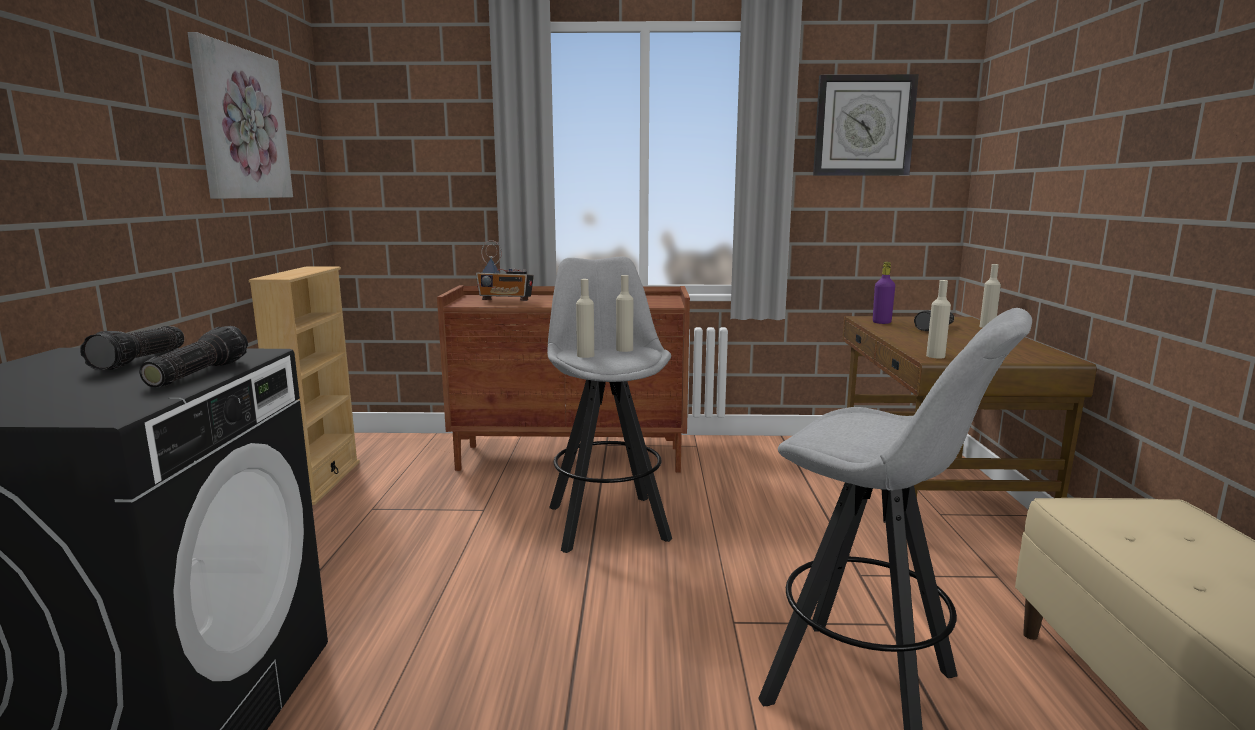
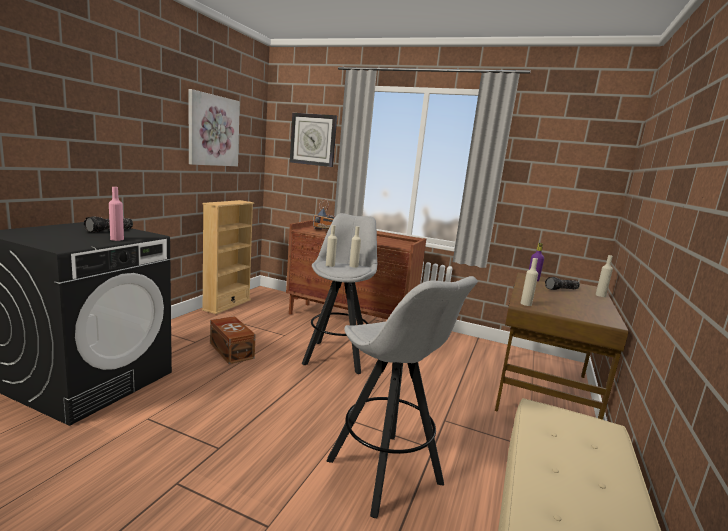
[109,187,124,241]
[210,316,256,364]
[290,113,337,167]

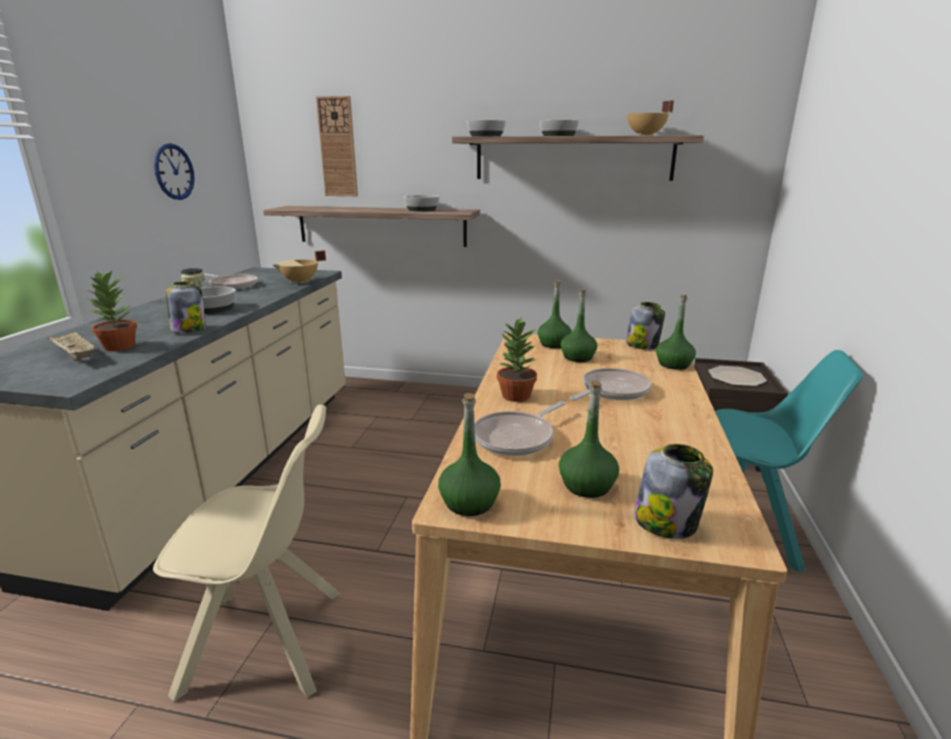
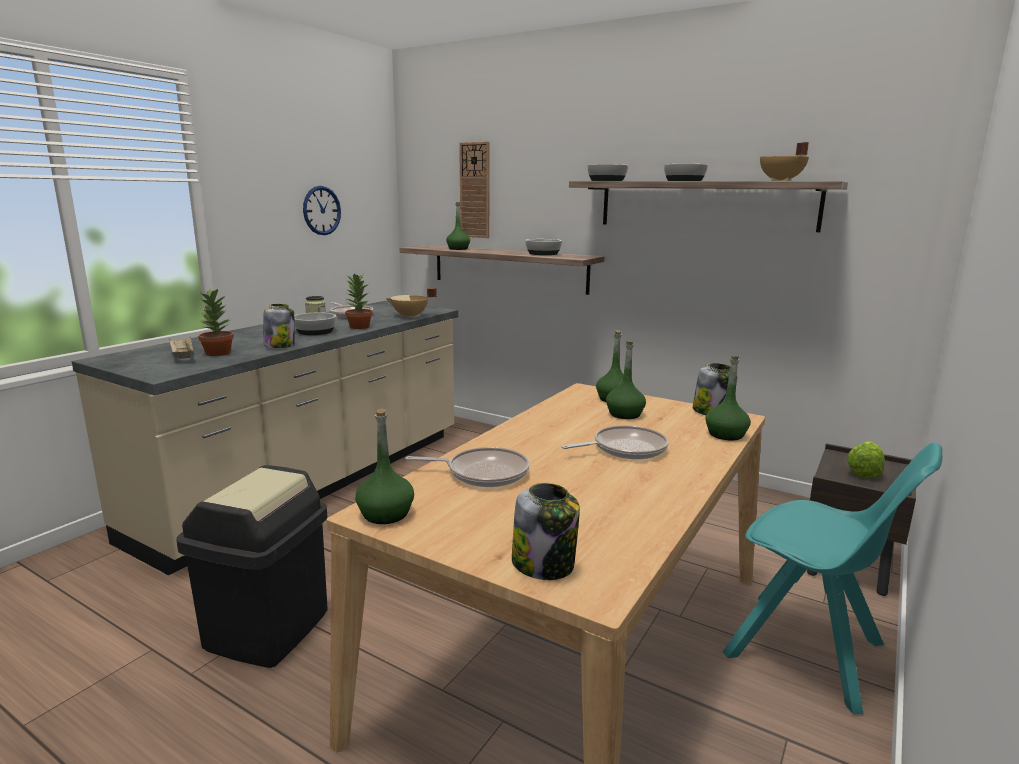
[176,465,328,668]
[344,273,373,329]
[406,447,529,487]
[446,202,470,250]
[847,442,885,478]

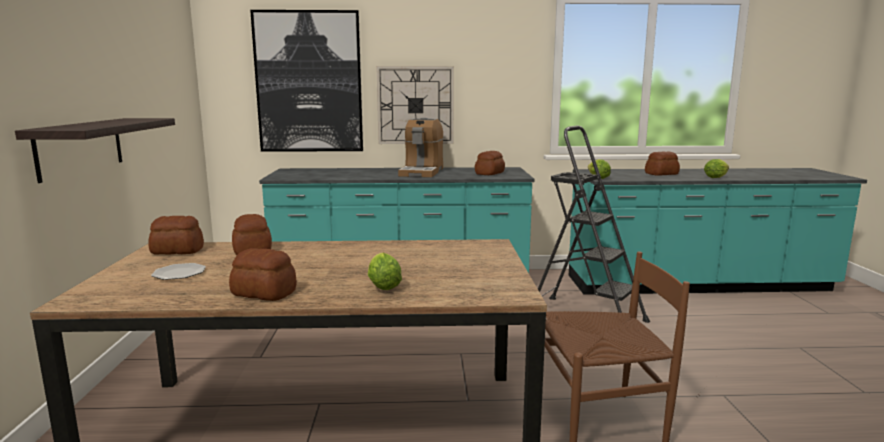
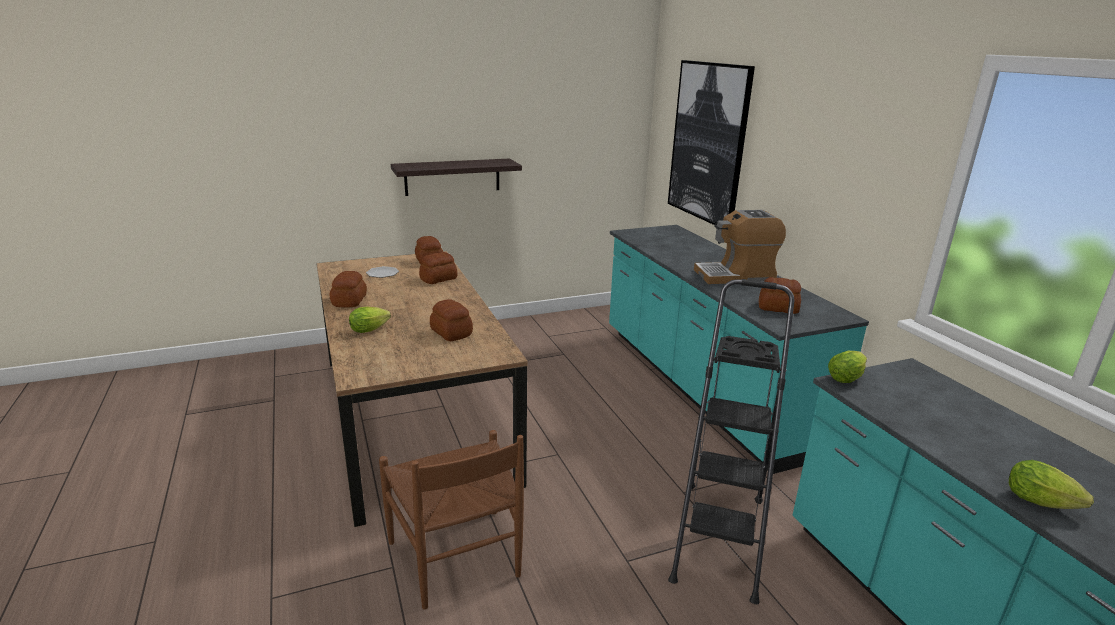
[430,299,473,341]
[376,66,454,144] (first image)

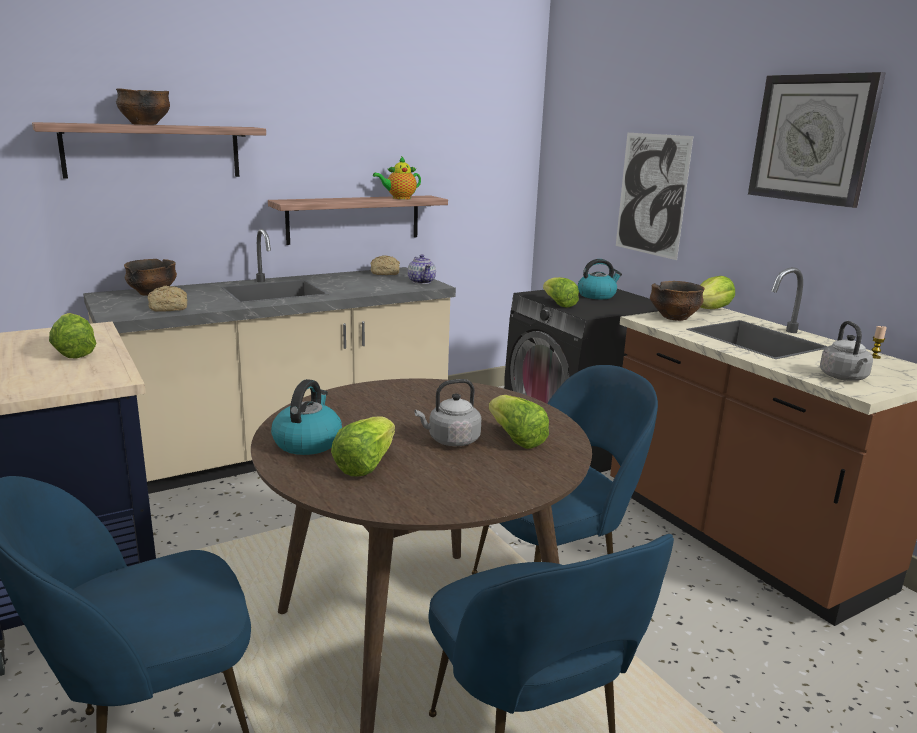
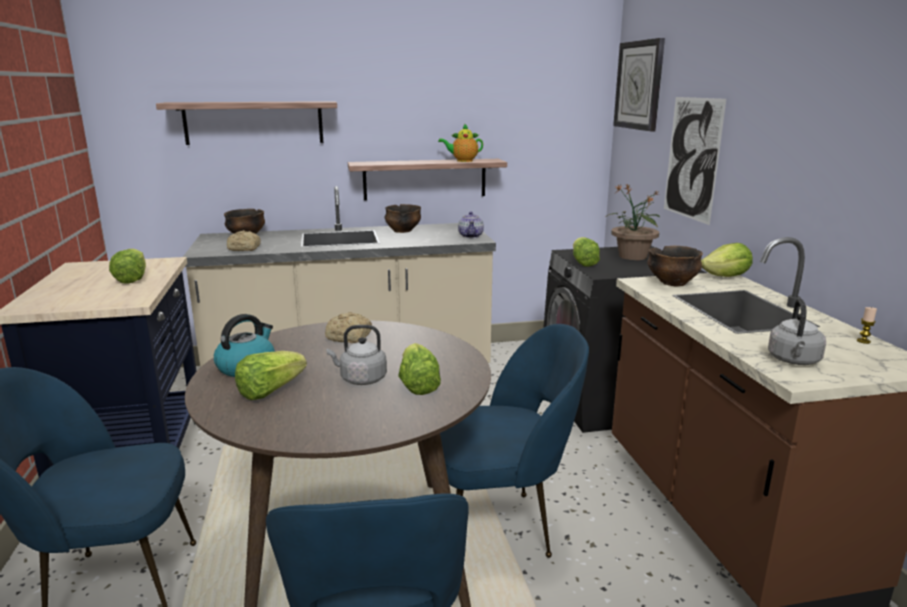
[325,312,372,343]
[384,204,421,233]
[605,183,660,260]
[613,38,665,131]

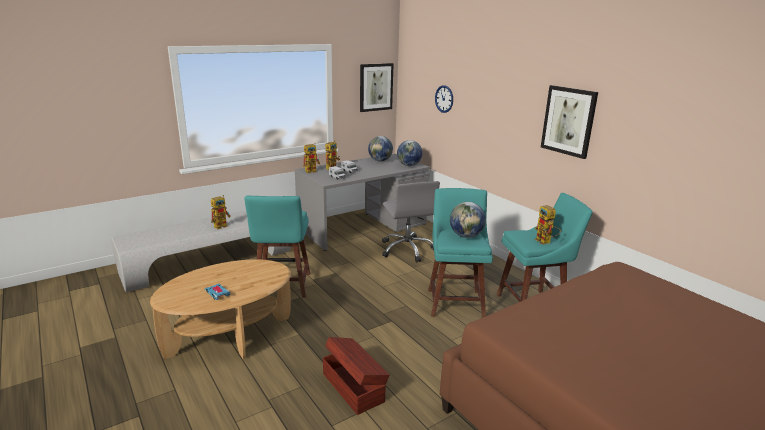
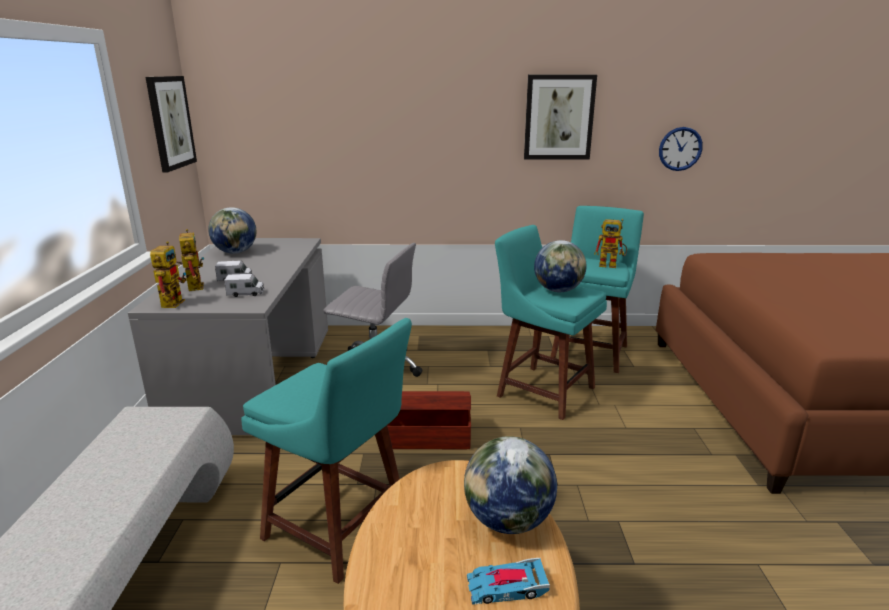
[387,391,471,449]
[464,436,557,534]
[659,127,703,171]
[211,195,231,229] (first image)

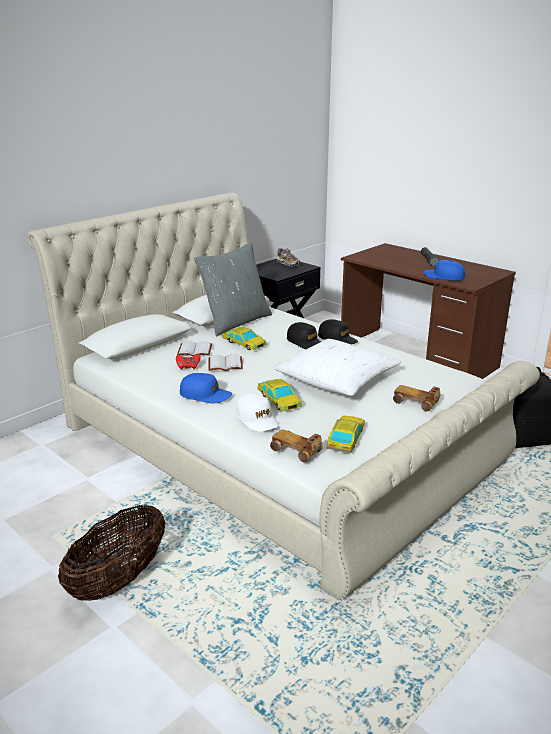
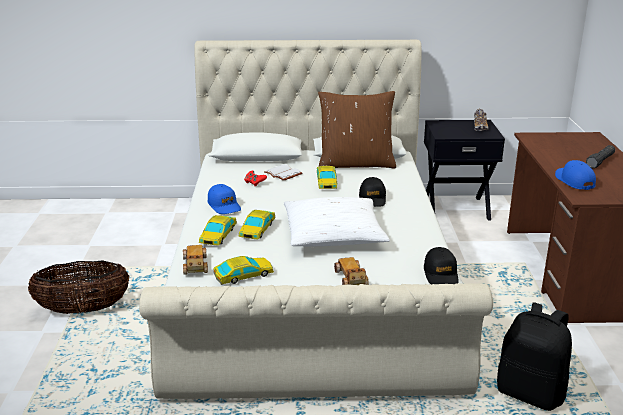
[199,215,237,246]
[318,91,396,169]
[424,247,459,285]
[208,354,243,371] (first image)

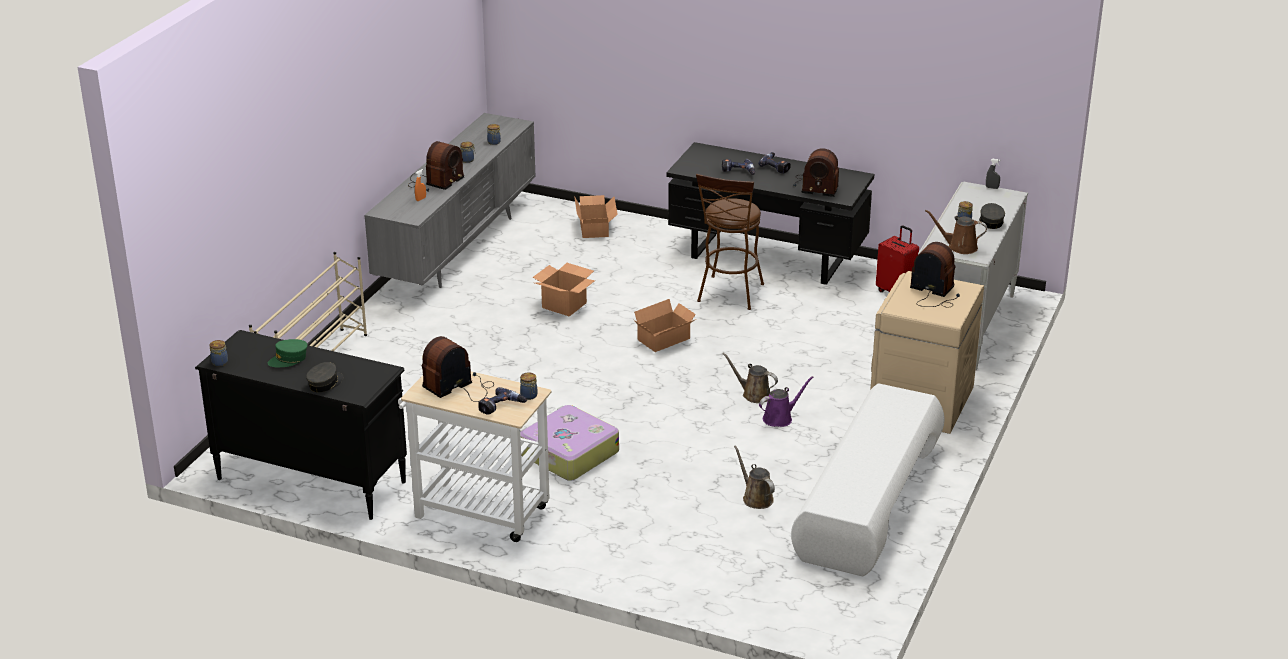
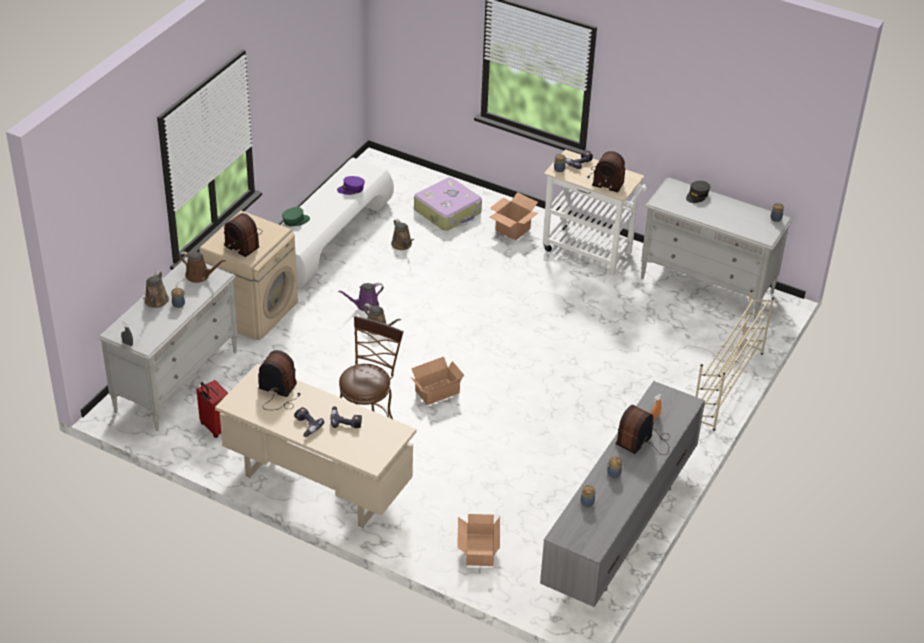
[143,271,169,308]
[215,364,416,527]
[282,207,310,226]
[337,176,365,195]
[414,177,482,231]
[490,192,538,240]
[587,151,625,192]
[641,177,793,320]

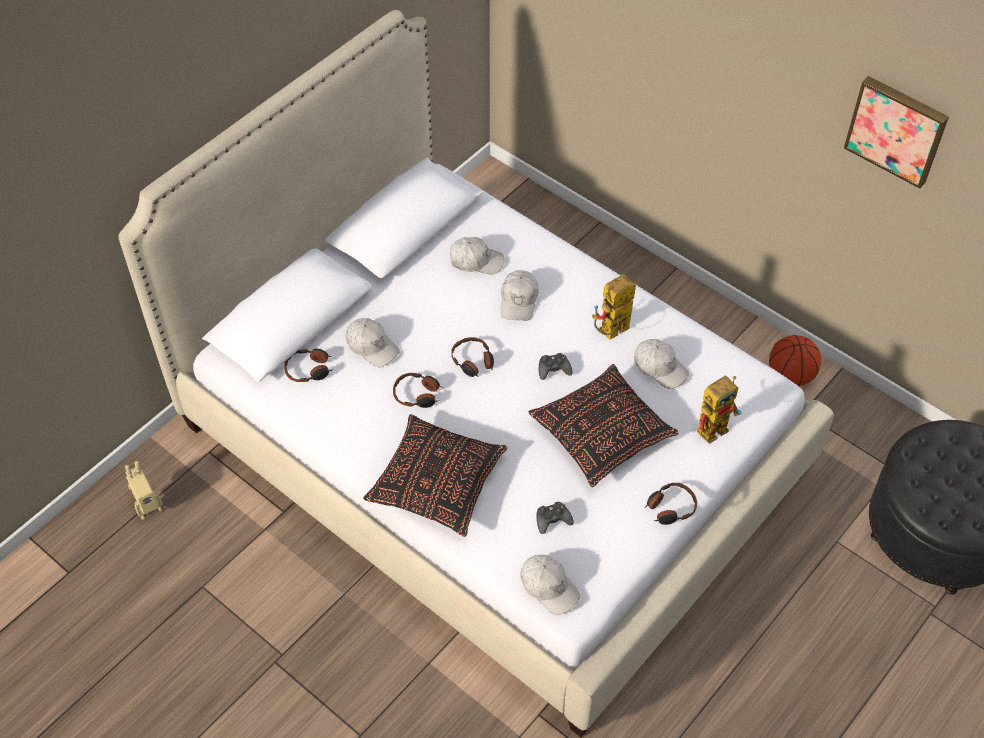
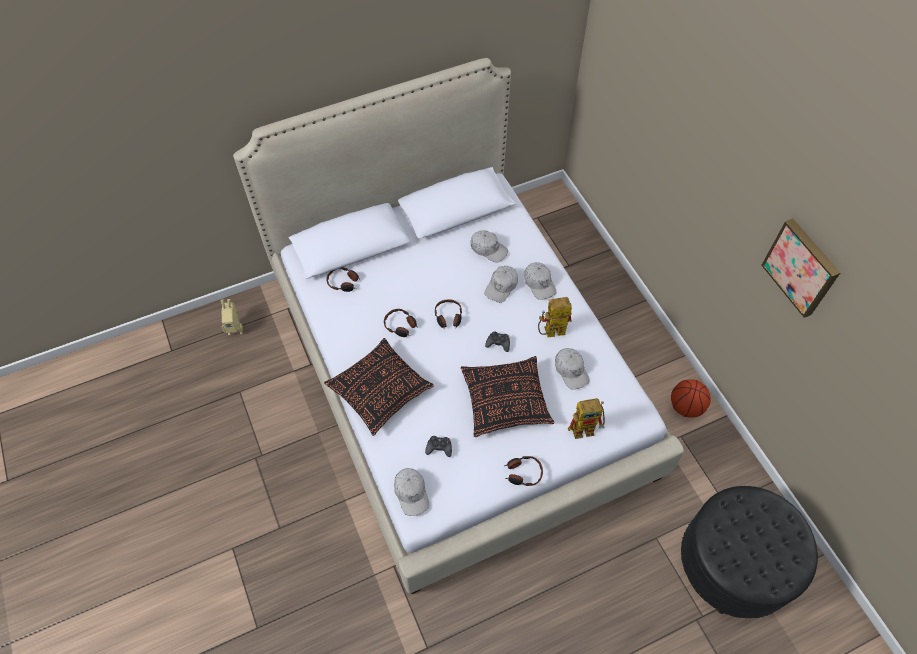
[524,262,557,300]

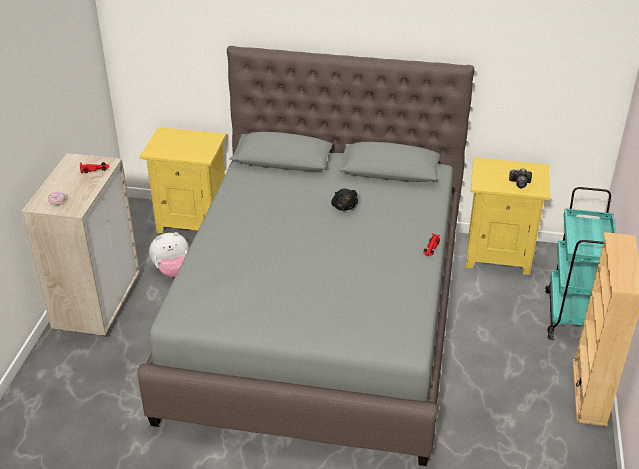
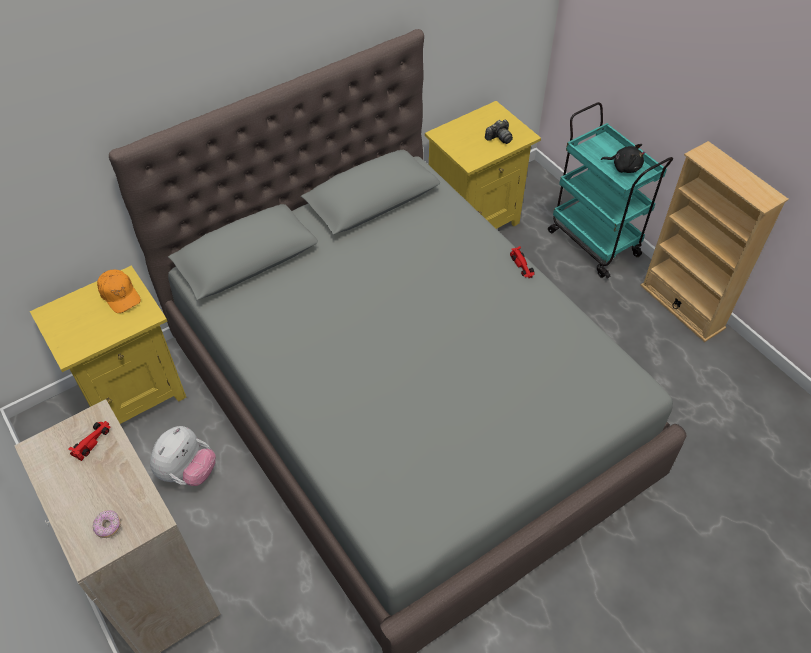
[97,270,141,313]
[601,144,645,173]

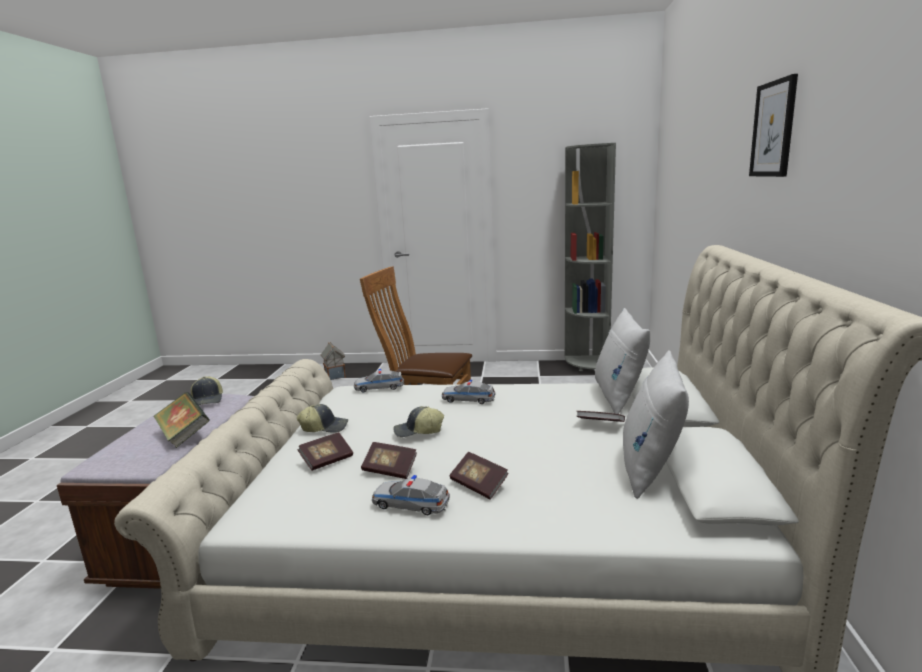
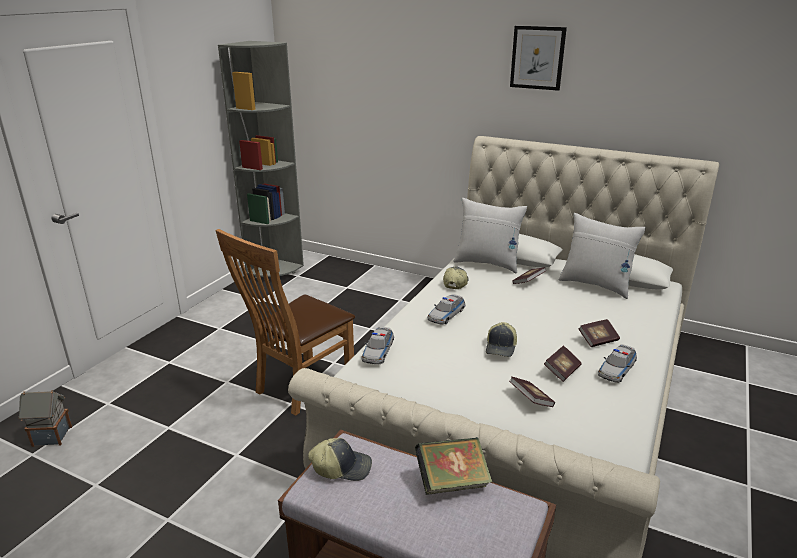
[443,267,469,289]

